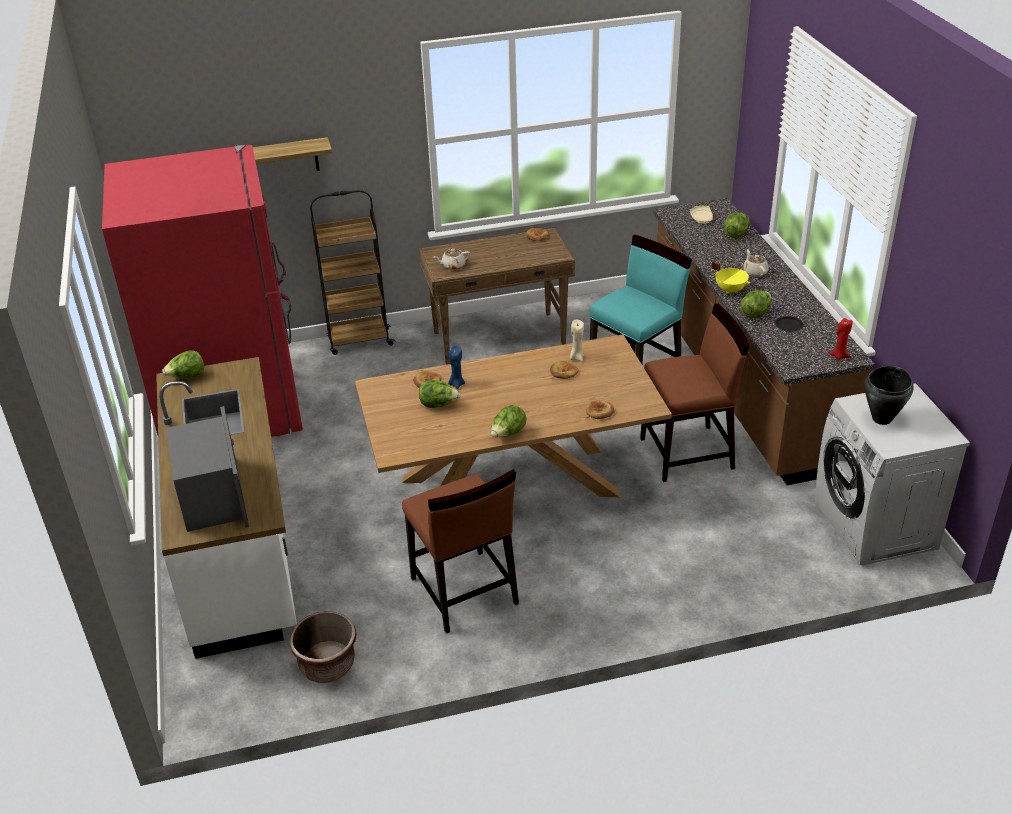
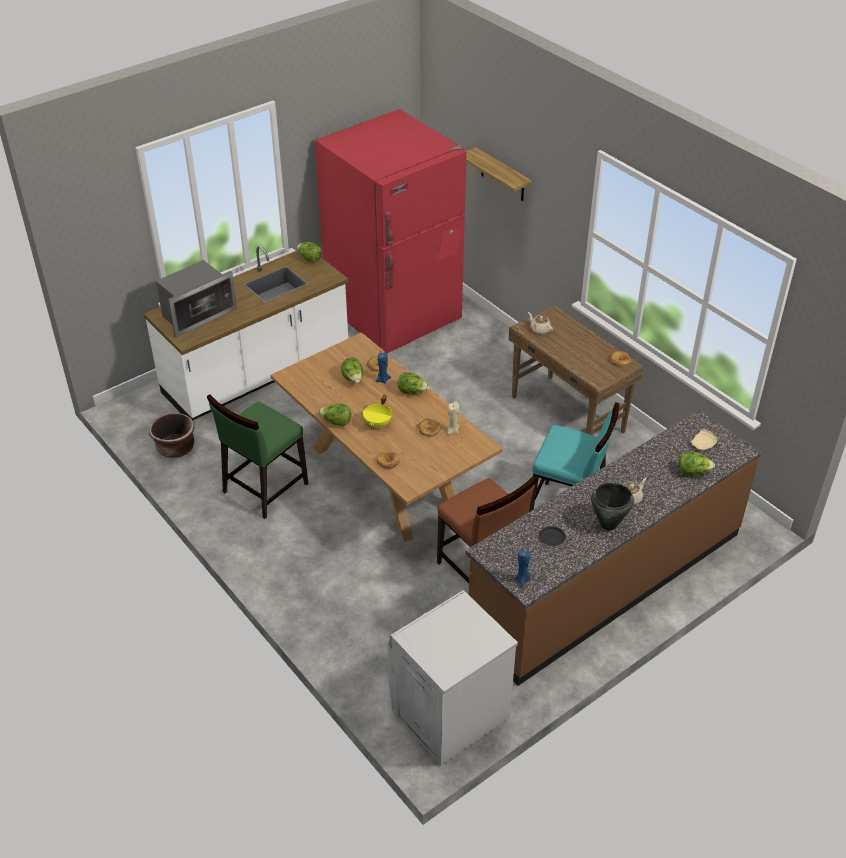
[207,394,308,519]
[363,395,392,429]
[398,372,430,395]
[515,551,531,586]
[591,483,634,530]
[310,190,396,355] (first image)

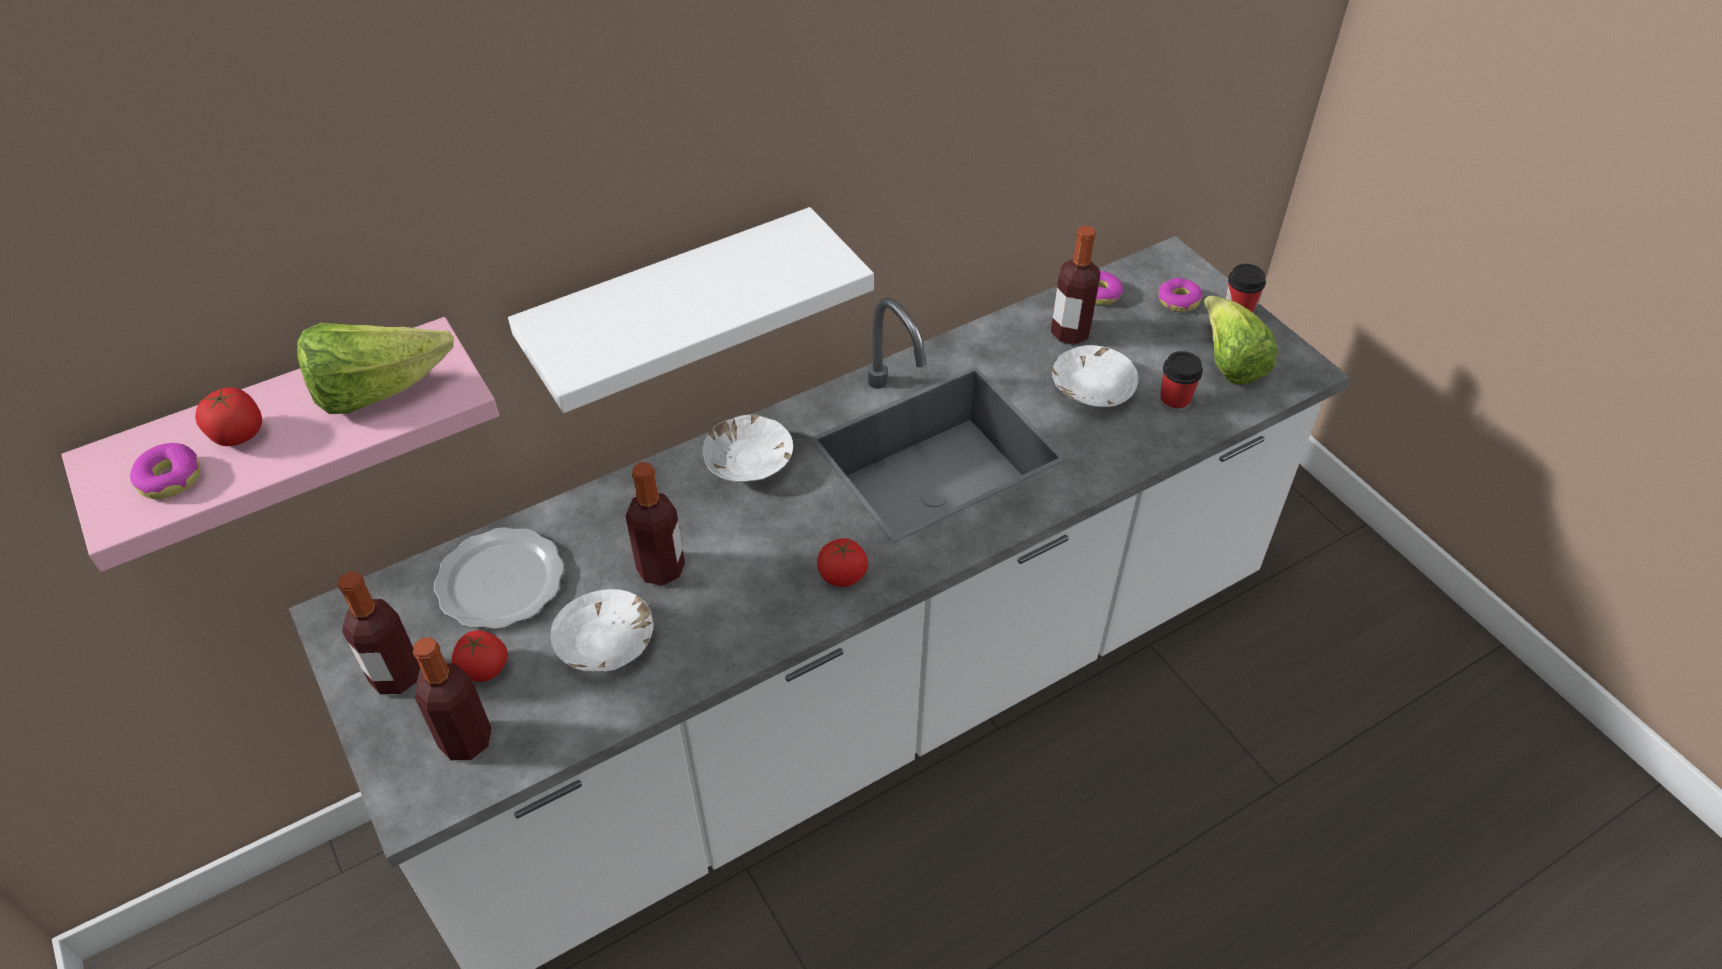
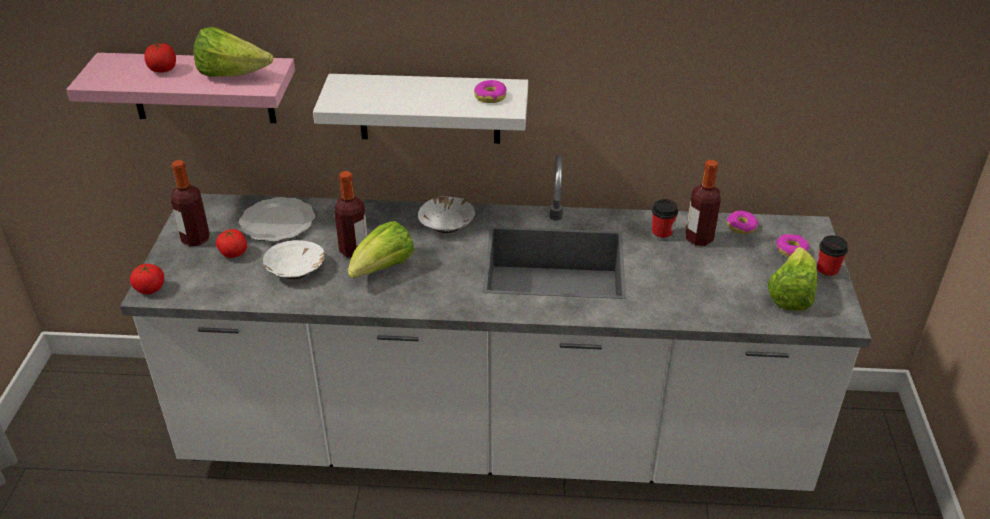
[130,264,164,294]
[348,221,414,279]
[474,80,507,103]
[652,199,678,241]
[413,637,492,760] (first image)
[1052,345,1139,407] (first image)

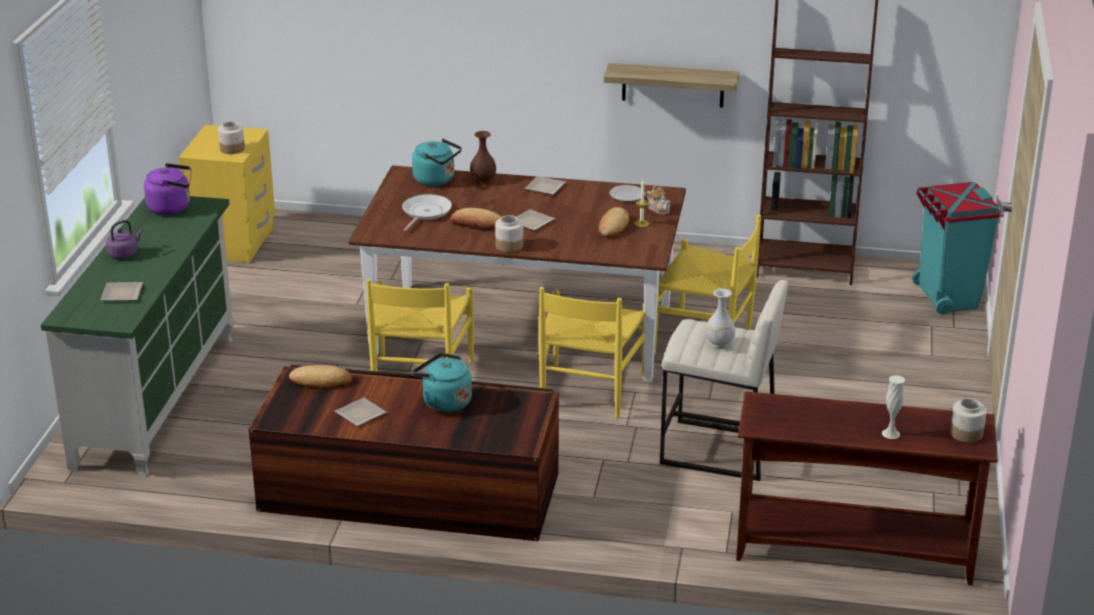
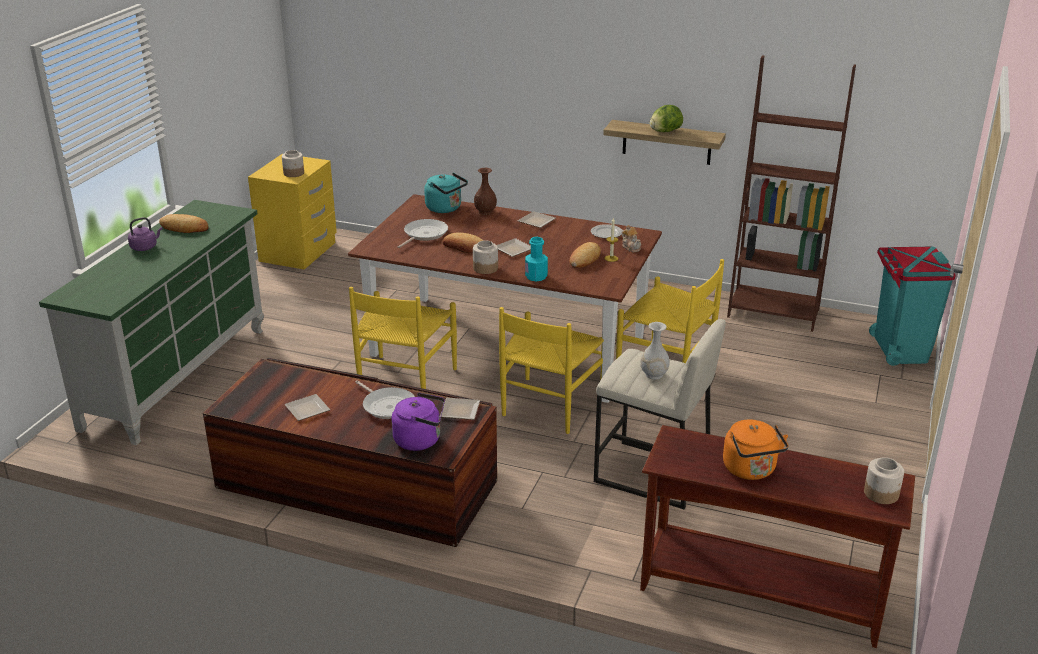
[159,214,208,233]
[355,380,415,419]
[392,393,445,451]
[440,398,480,420]
[525,237,548,281]
[650,105,683,132]
[723,420,789,480]
[882,375,905,439] (first image)

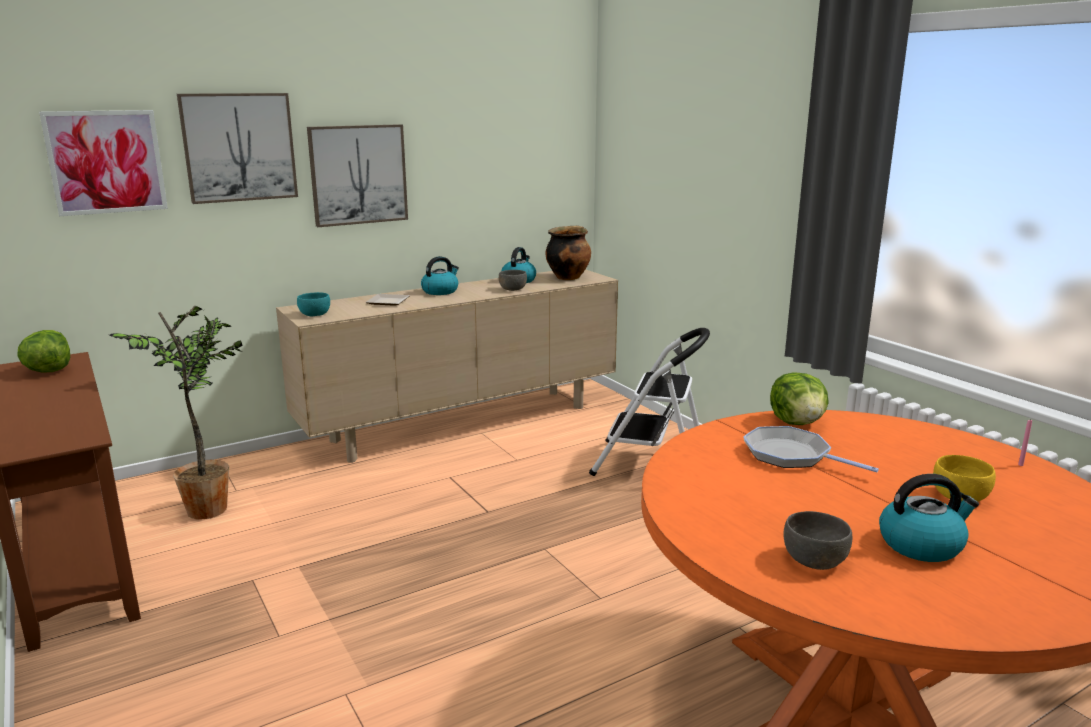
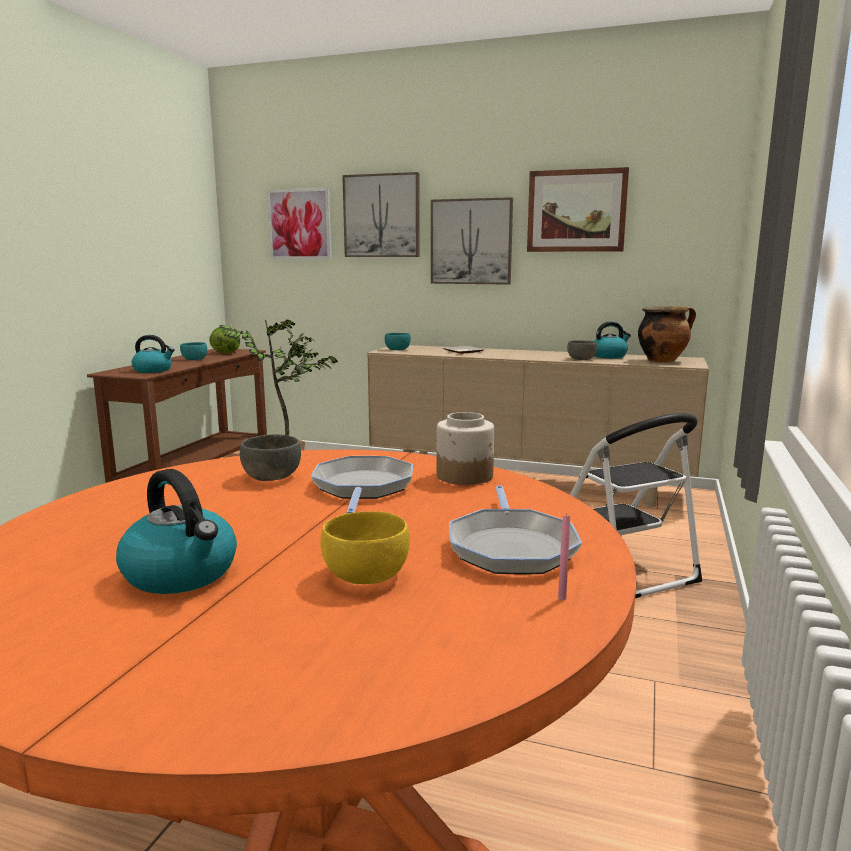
[132,335,175,373]
[180,342,207,360]
[240,434,301,481]
[437,412,494,485]
[449,485,582,574]
[527,167,629,252]

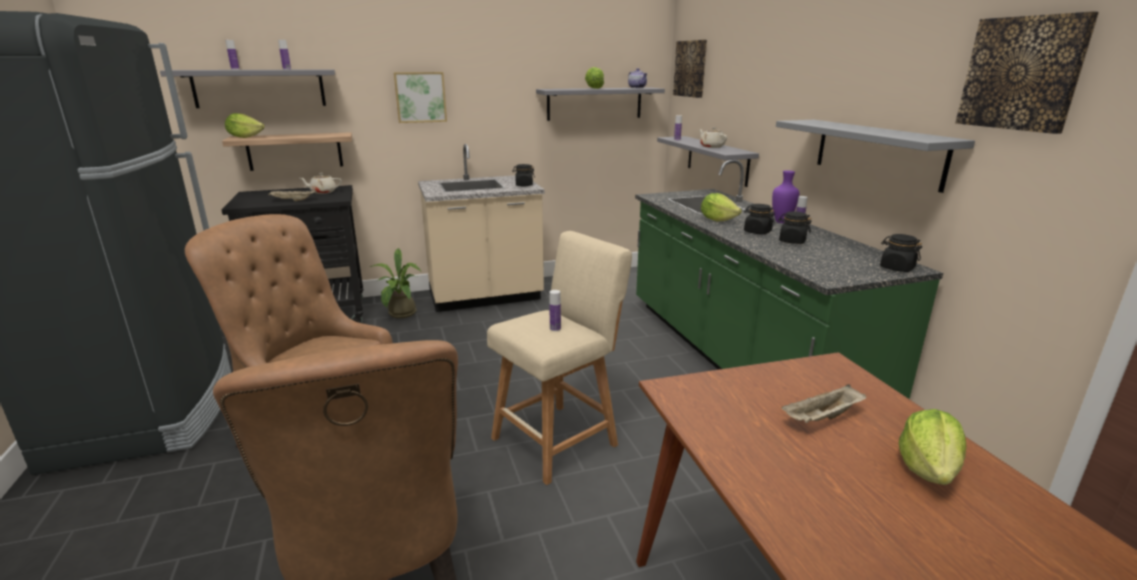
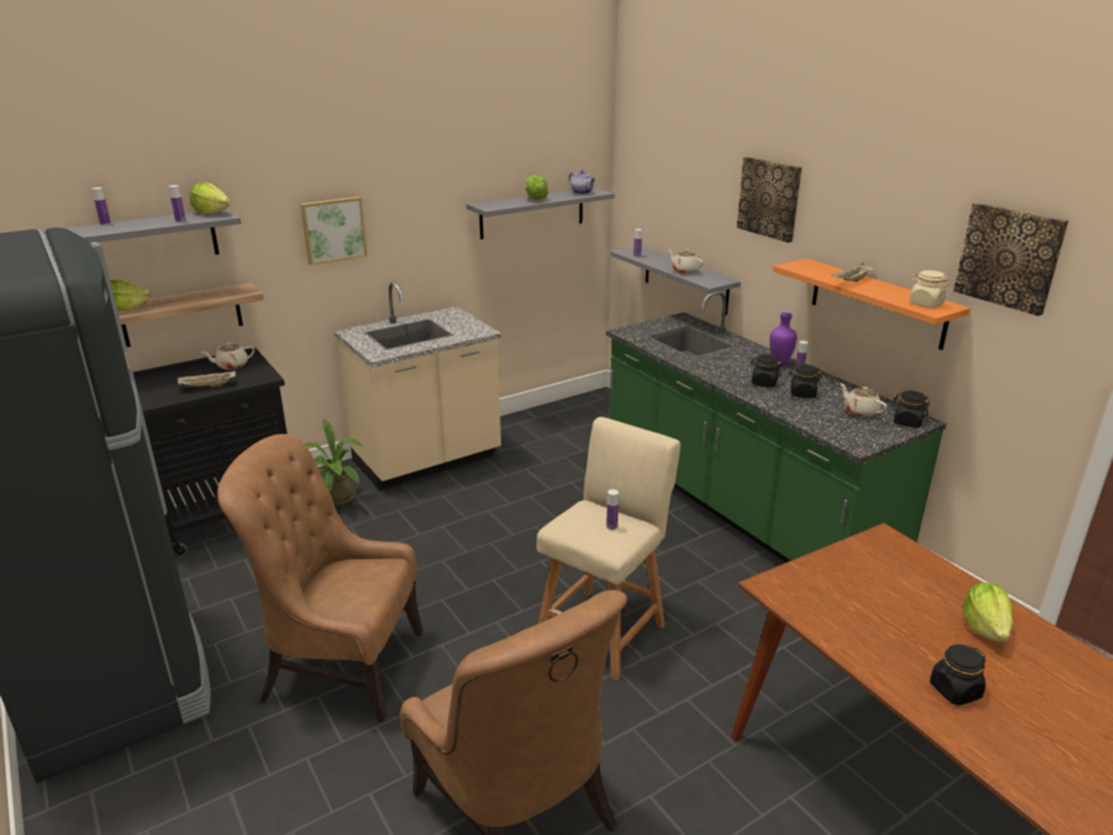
[189,182,231,215]
[736,157,802,243]
[773,258,971,350]
[832,263,875,282]
[840,383,887,417]
[909,270,949,308]
[930,644,986,706]

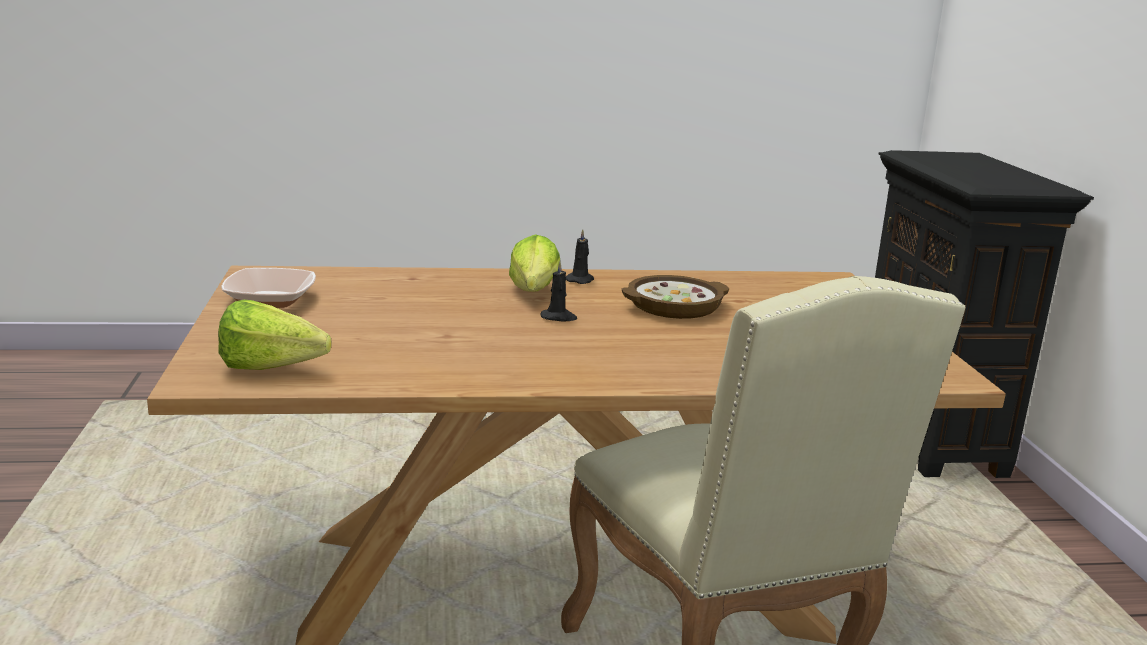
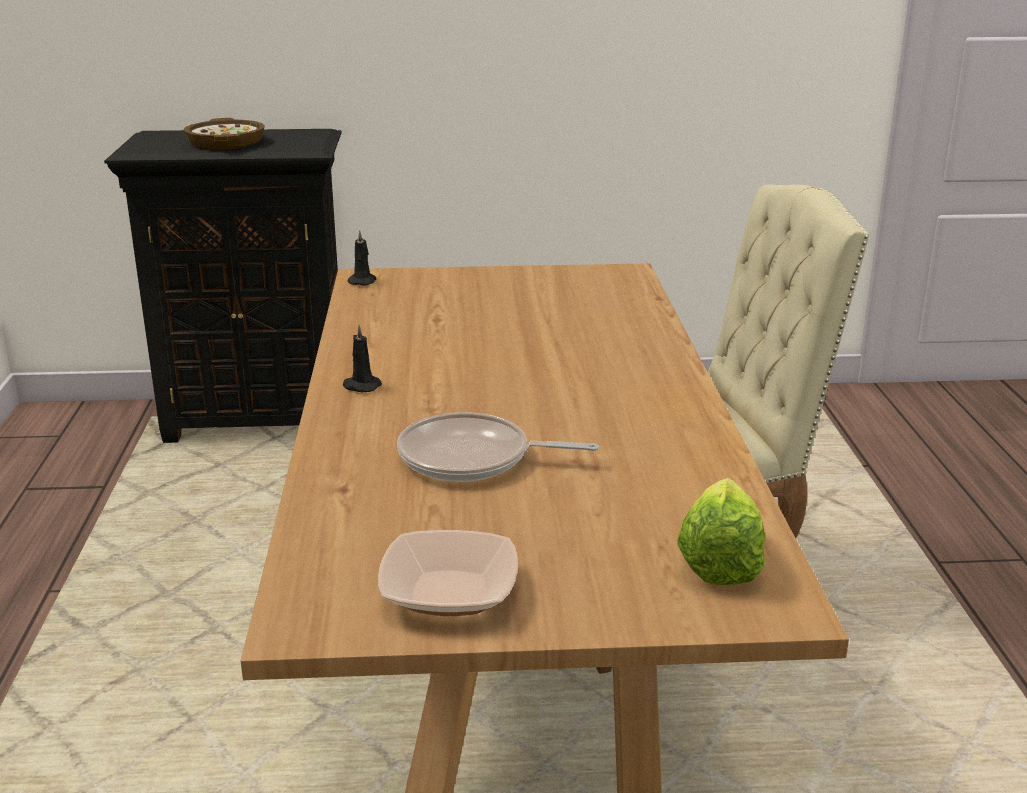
[184,118,265,149]
[347,230,376,286]
[397,412,599,482]
[509,234,560,292] (first image)

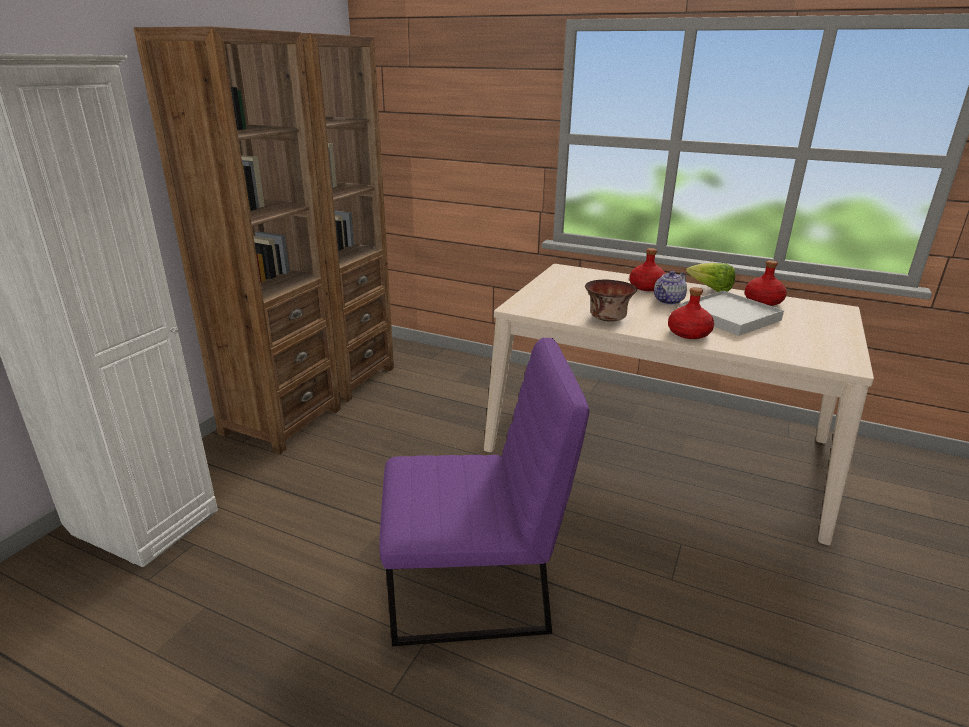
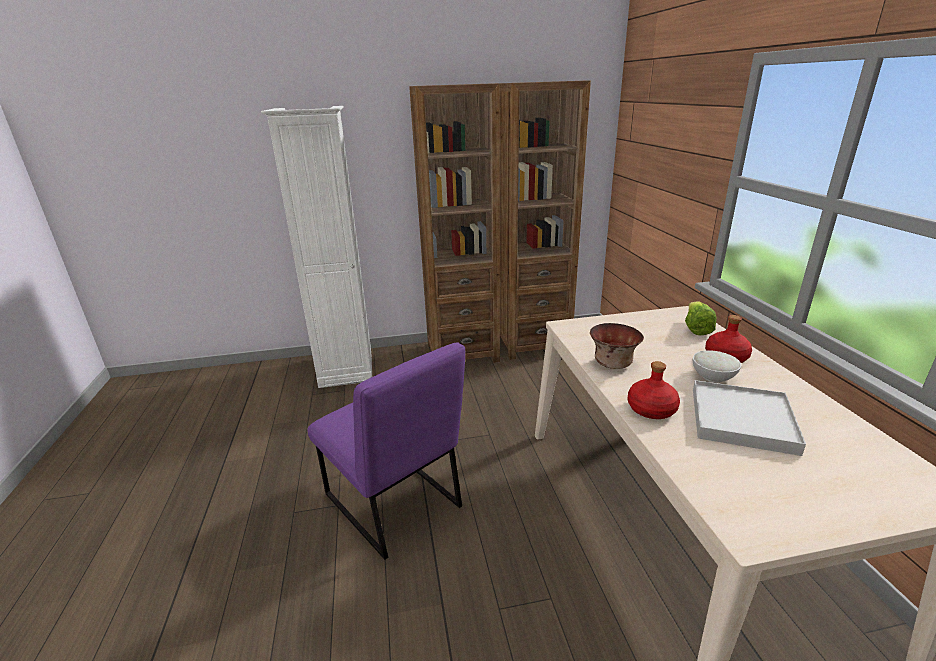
[685,301,717,335]
[693,350,741,383]
[744,260,787,306] (first image)

